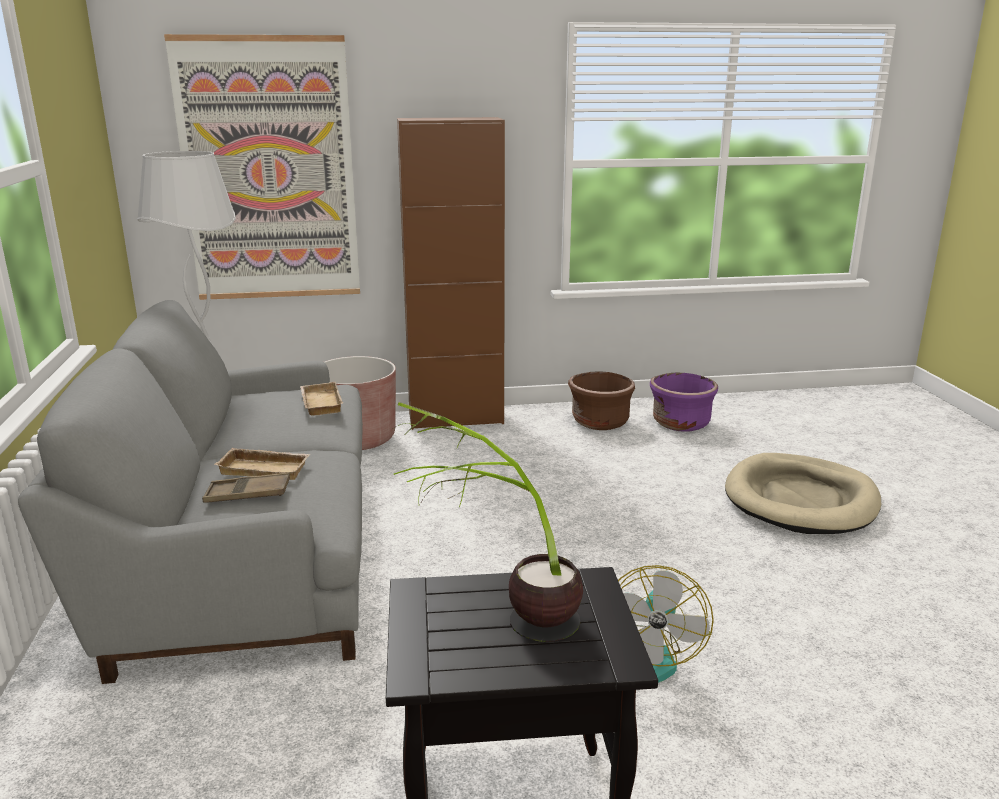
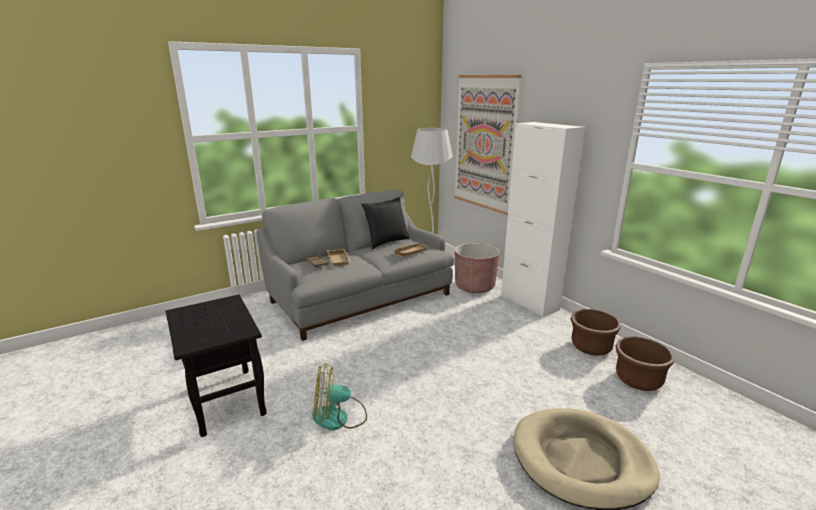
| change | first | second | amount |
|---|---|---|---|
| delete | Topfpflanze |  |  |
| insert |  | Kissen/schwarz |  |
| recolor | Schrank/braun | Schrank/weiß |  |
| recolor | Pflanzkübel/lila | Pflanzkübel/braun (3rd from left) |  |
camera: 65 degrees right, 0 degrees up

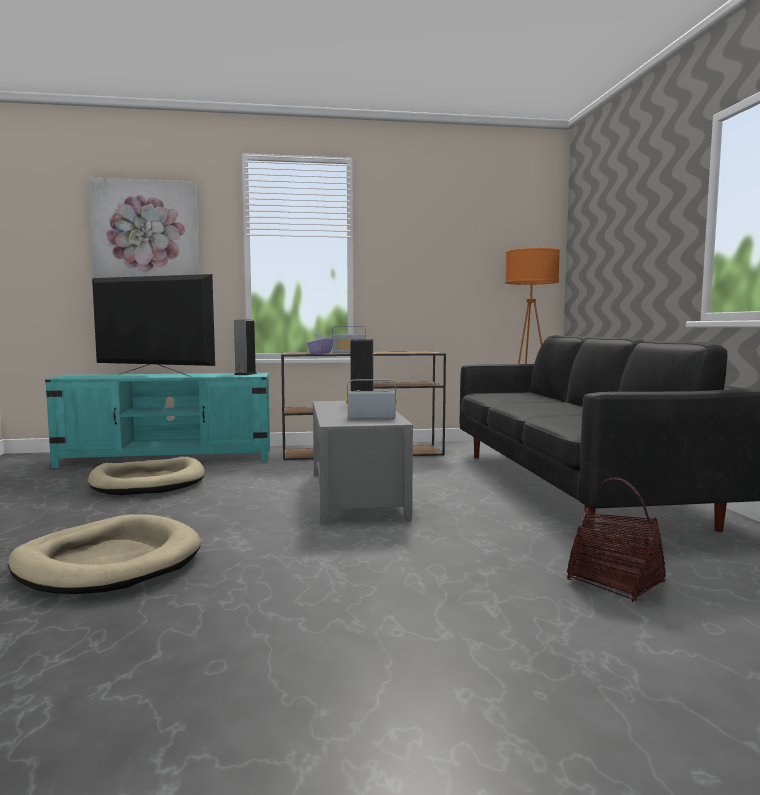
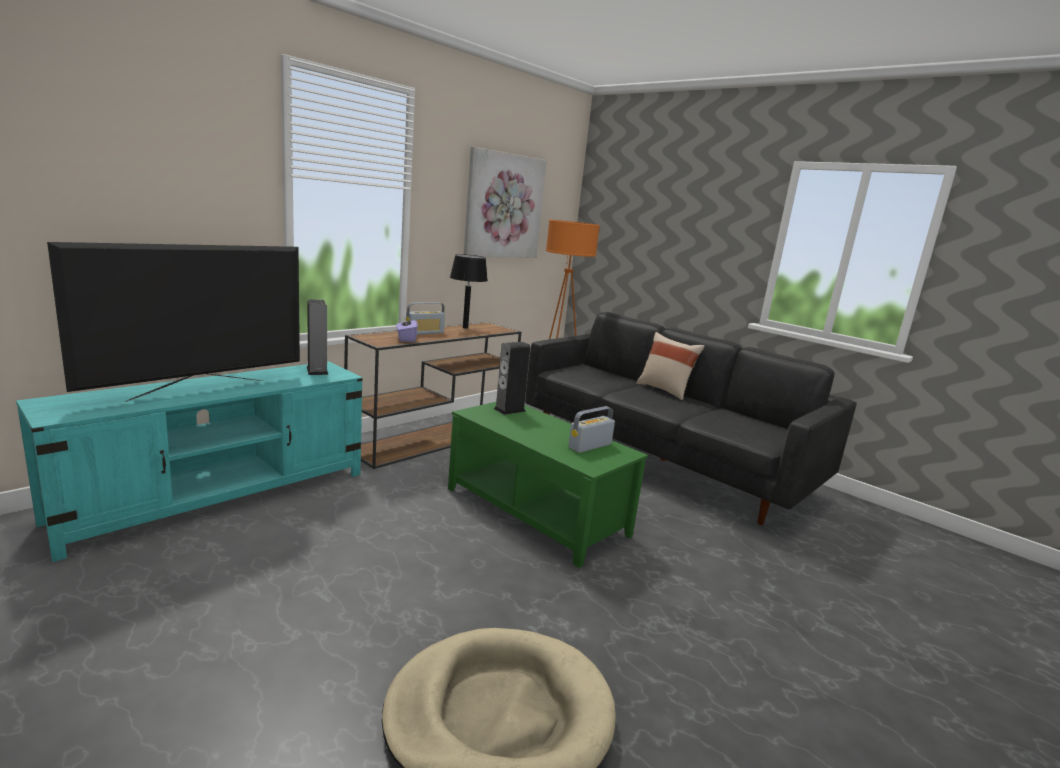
| change | first | second | amount |
|---|---|---|---|
| delete | Hundebett/beige (2nd from left) |  |  |
| delete | Korb |  |  |
| insert |  | Tischlampe/schwarz |  |
| insert |  | Kissen/beige |  |
| move | Bild |  |  |
| recolor | Couchtisch/grau | Couchtisch/grün |  |
| rotate | Fernseher |  | 150 degrees clockwise |
camera: 40 degrees left, 10 degrees up

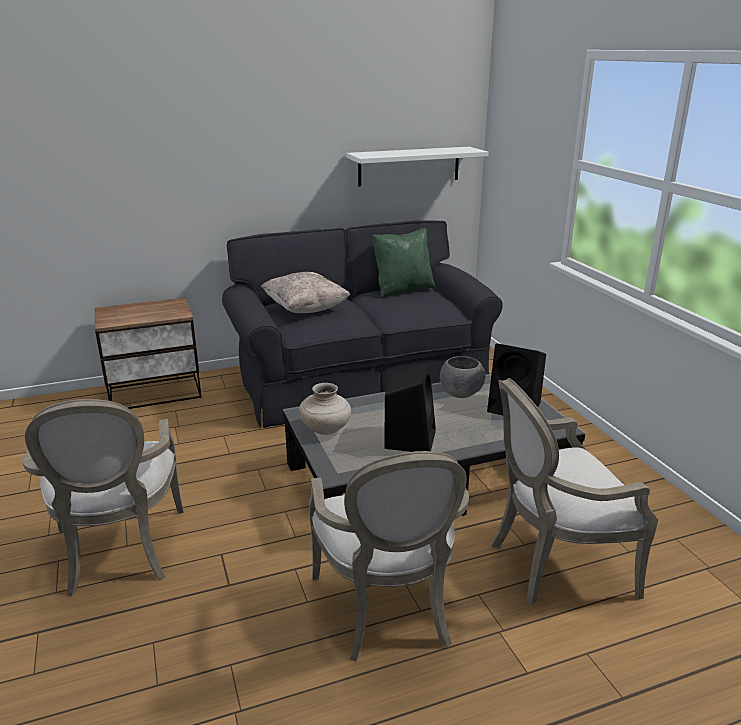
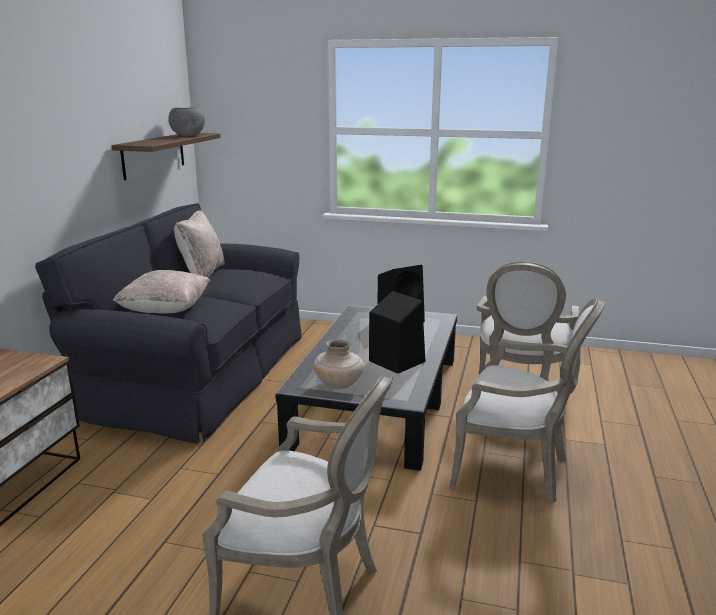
| change | first | second | amount |
|---|---|---|---|
| move | Schüssel/grau |  |  |
| recolor | Wandregal/weiß | Wandregal/braun |  |
| recolor | Kissen/grün | Kissen/beige (2nd from left) |  |
camera: 55 degrees left, 5 degrees down

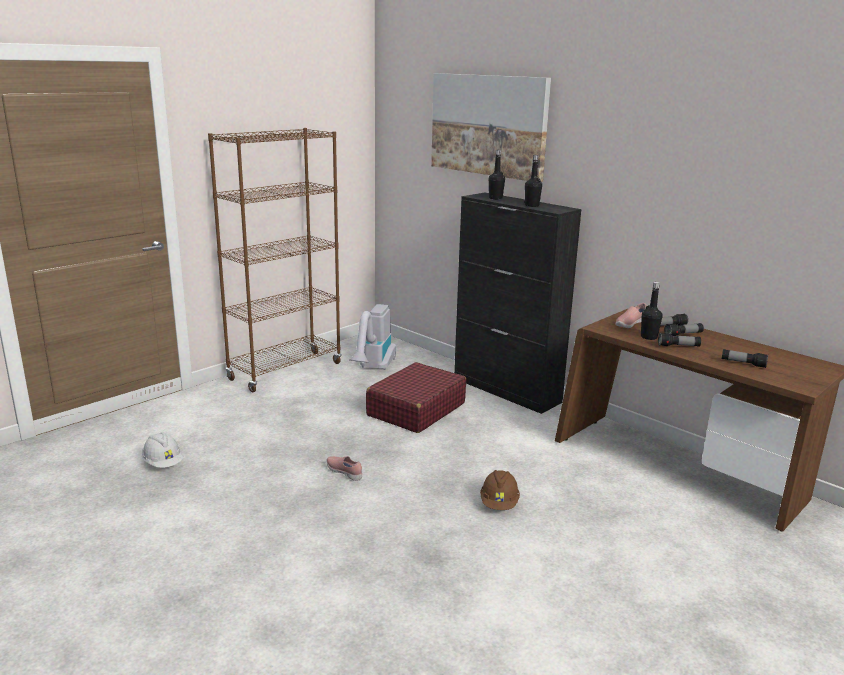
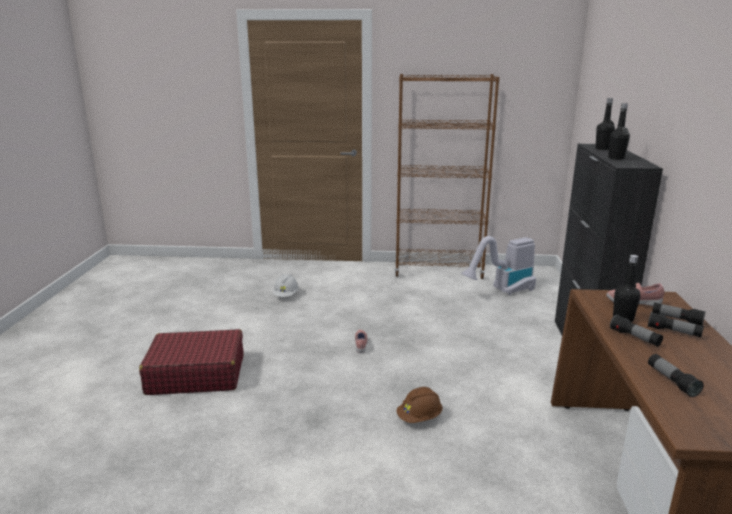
| change | first | second | amount |
|---|---|---|---|
| delete | Bild |  |  |
| move | Koffer/rot |  |  |
camera: 50 degrees right, 0 degrees up

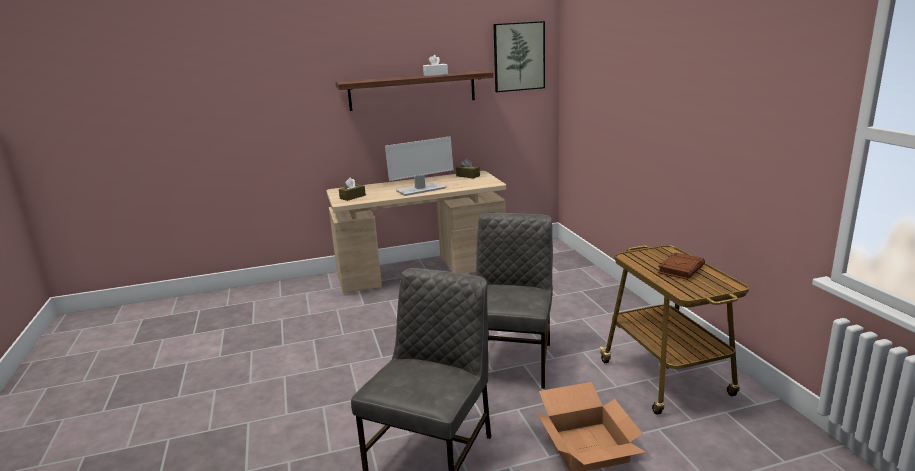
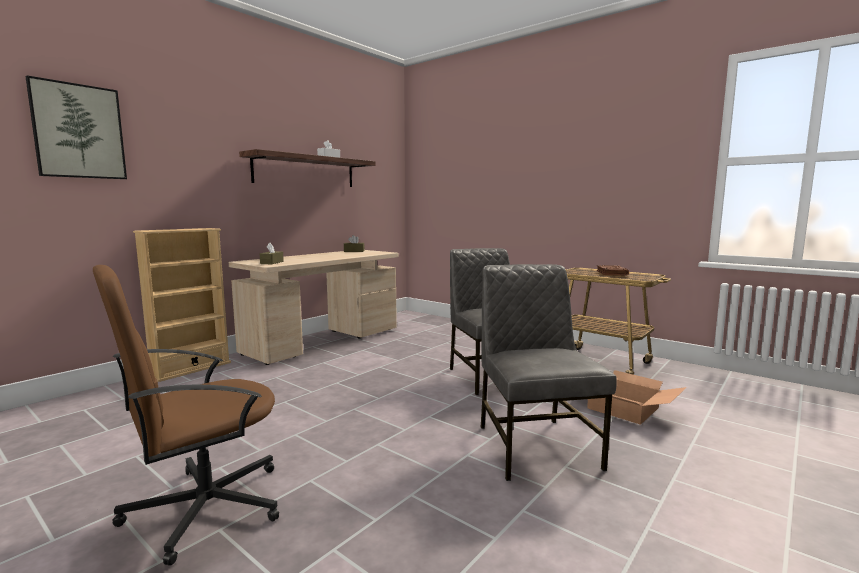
| change | first | second | amount |
|---|---|---|---|
| delete | Monitor |  |  |
| insert |  | Bürostuhl/braun |  |
| insert |  | Bücherregal/beige |  |
| move | Bild |  |  |
camera: 35 degrees left, 10 degrees down

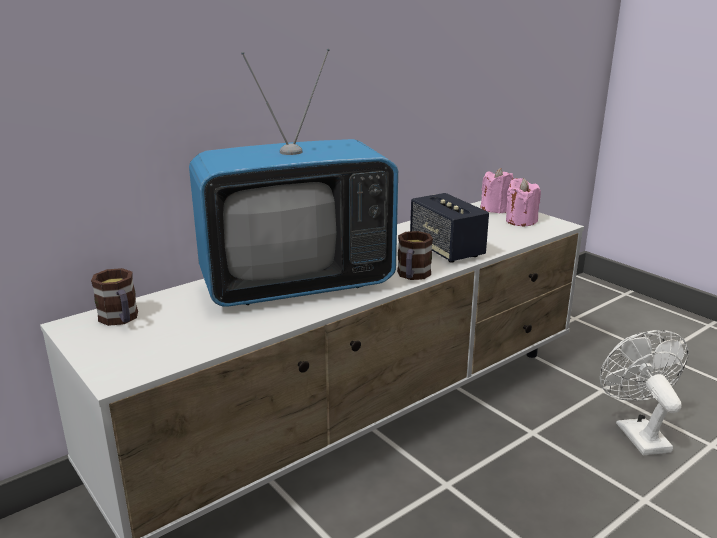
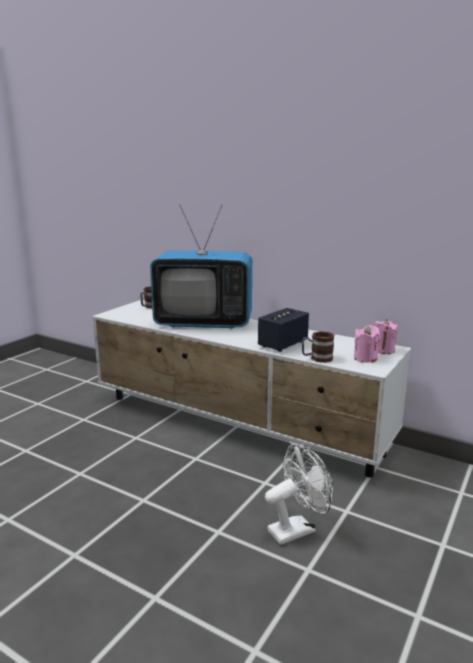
| change | first | second | amount |
|---|---|---|---|
| move | Henkelbecher (2nd from left) |  |  |
| rotate | Fernseher |  | 45 degrees counterclockwise |
camera: 70 degrees right, 5 degrees down

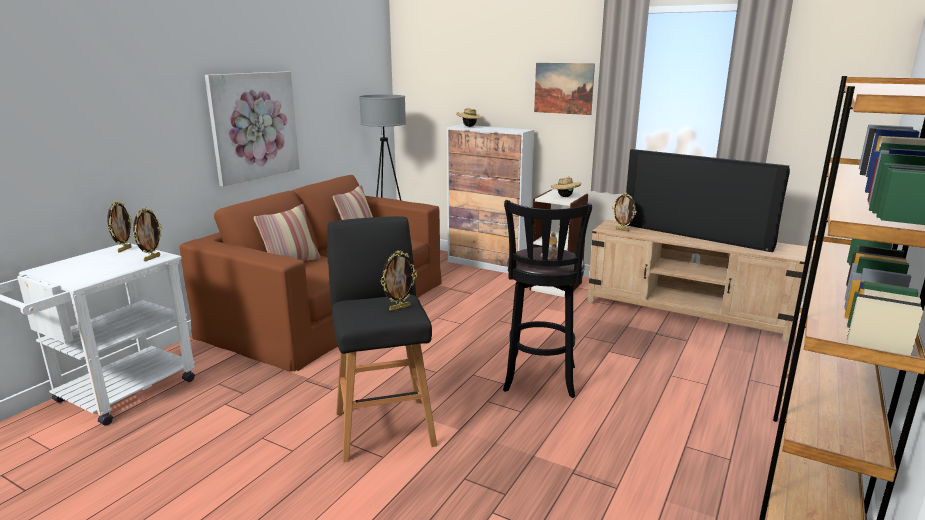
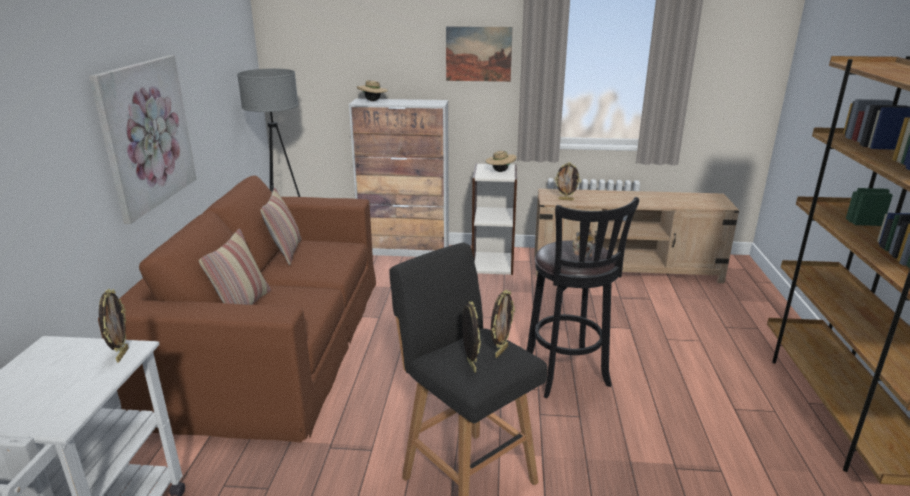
| change | first | second | amount |
|---|---|---|---|
| delete | Fernseher |  |  |
| move | Bilderrahmen (1st from left in the first image) | Bilderrahmen (2nd from left) |  |
camera: 25 degrees left, 5 degrees up

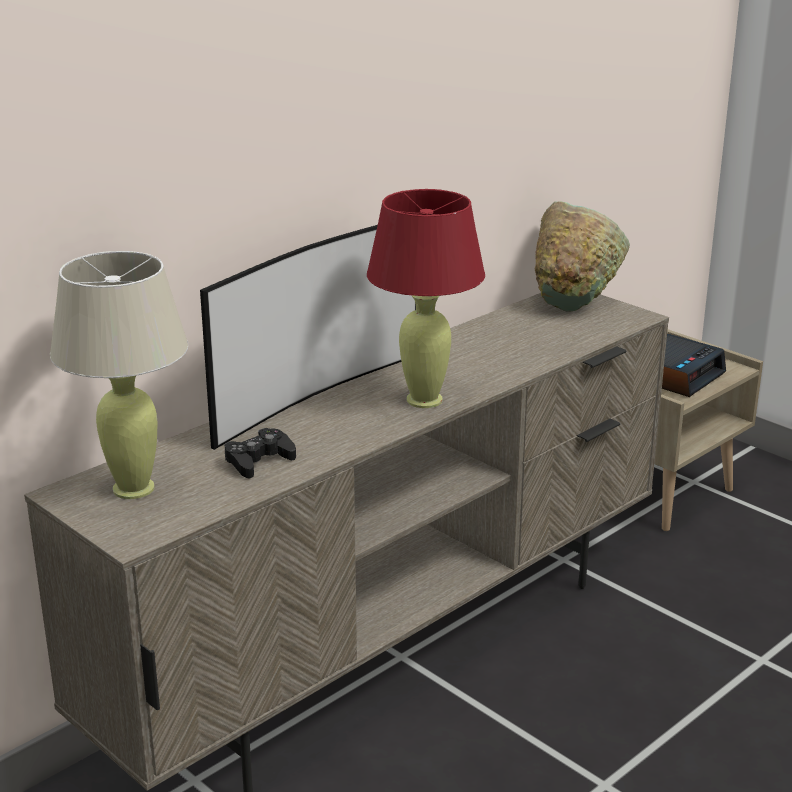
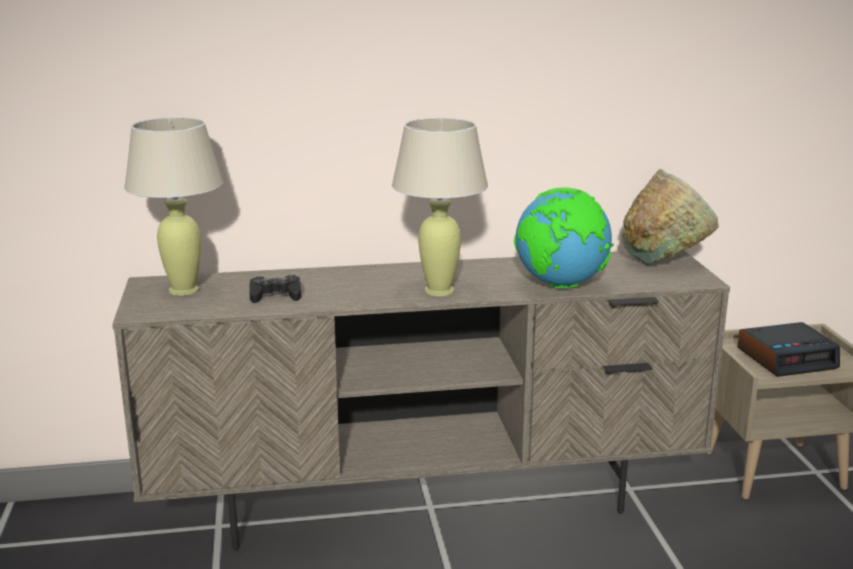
| change | first | second | amount |
|---|---|---|---|
| delete | Fernseher |  |  |
| insert |  | Globus |  |
| recolor | Tischlampe/rot | Tischlampe/beige (2nd from left) |  |
camera: 35 degrees right, 5 degrees down

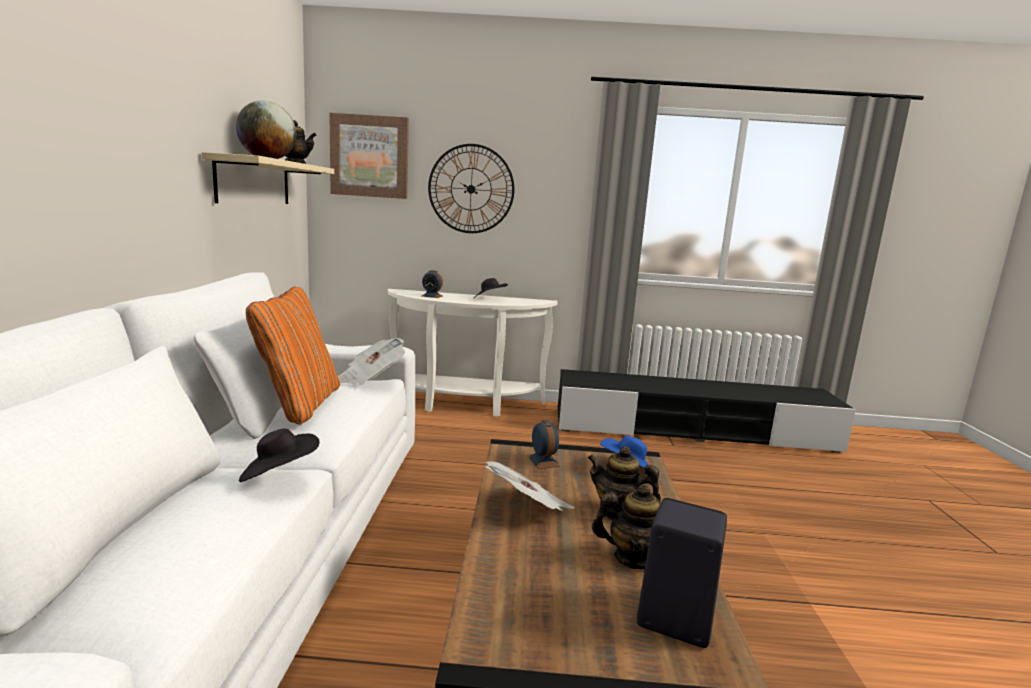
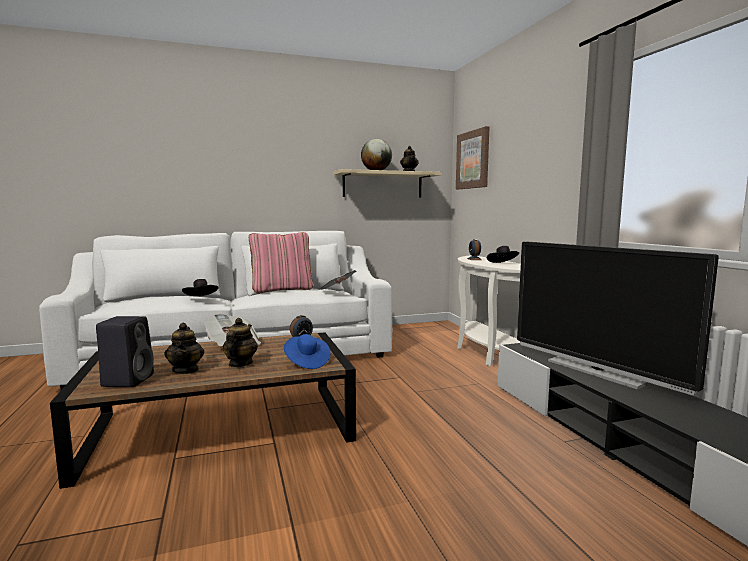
| change | first | second | amount |
|---|---|---|---|
| delete | Wanduhr |  |  |
| insert |  | Fernseher |  |
| recolor | Kissen/orange | Kissen/rosa |  |
camera: 70 degrees right, 5 degrees down

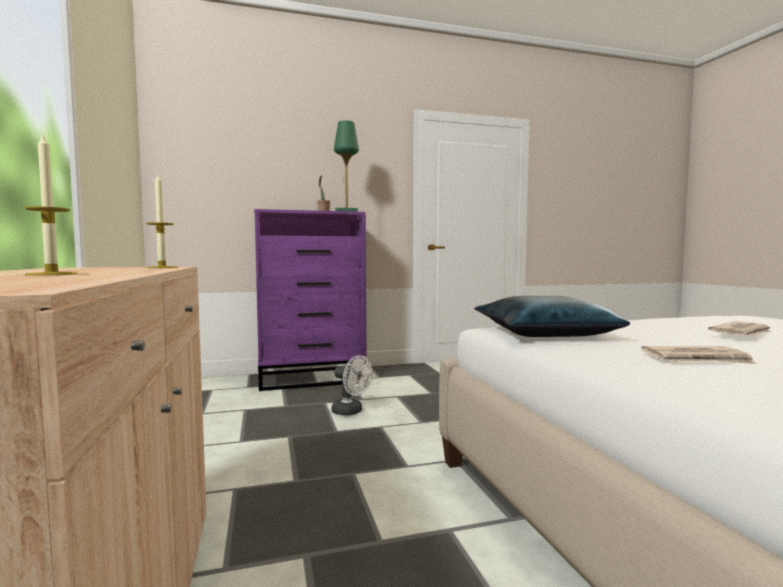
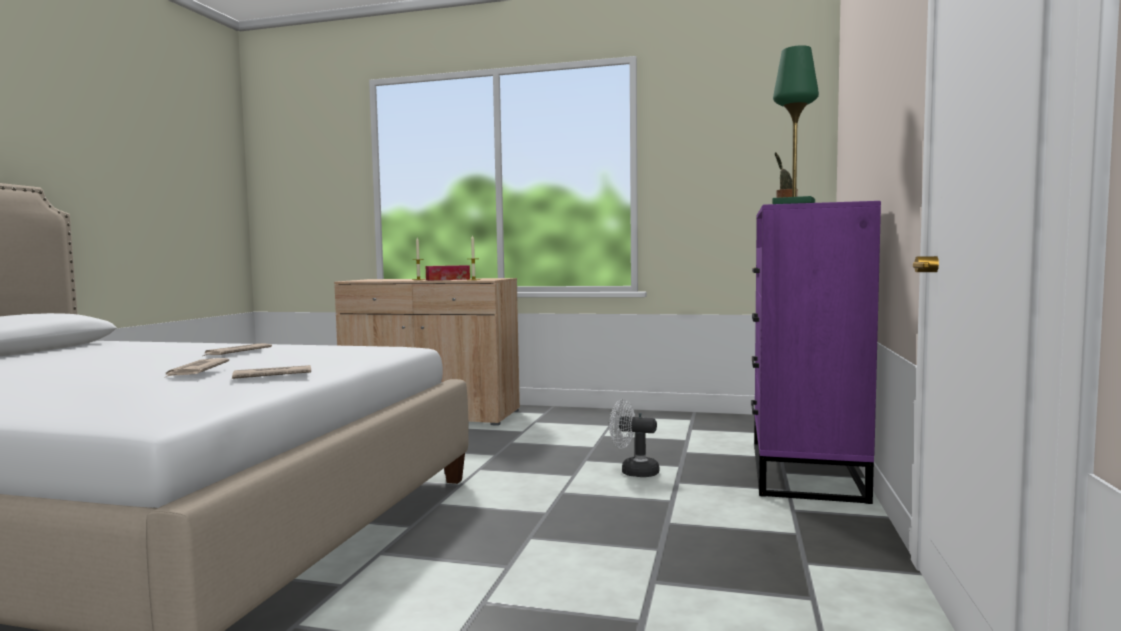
| change | first | second | amount |
|---|---|---|---|
| delete | Kissen/blau |  |  |
| insert |  | Zeitung (3rd from left) |  |
| insert |  | Taschentuchbox |  |
| rotate | Ventilator/weiß |  | 45 degrees clockwise |
camera: 120 degrees right, 0 degrees up

